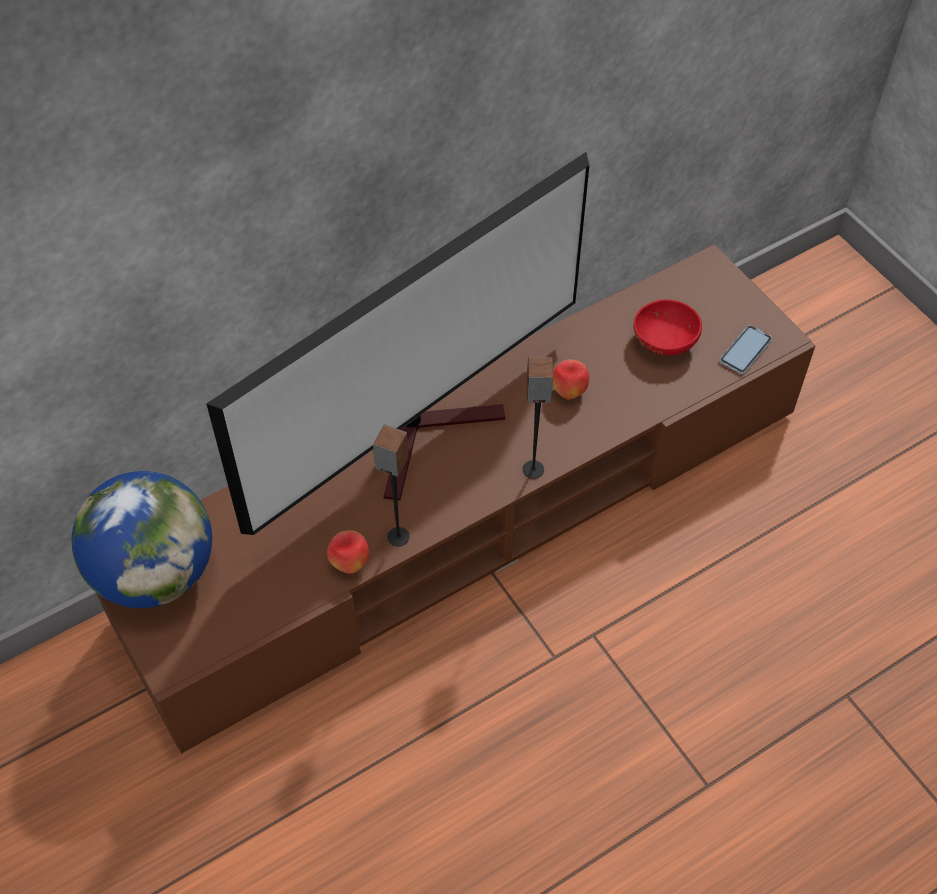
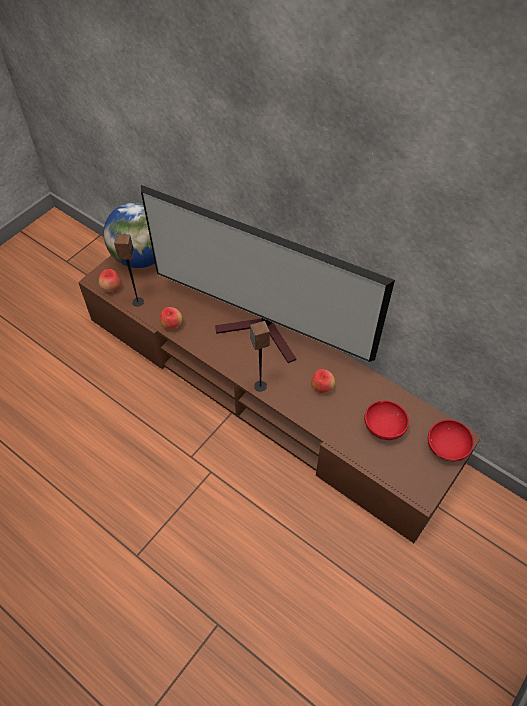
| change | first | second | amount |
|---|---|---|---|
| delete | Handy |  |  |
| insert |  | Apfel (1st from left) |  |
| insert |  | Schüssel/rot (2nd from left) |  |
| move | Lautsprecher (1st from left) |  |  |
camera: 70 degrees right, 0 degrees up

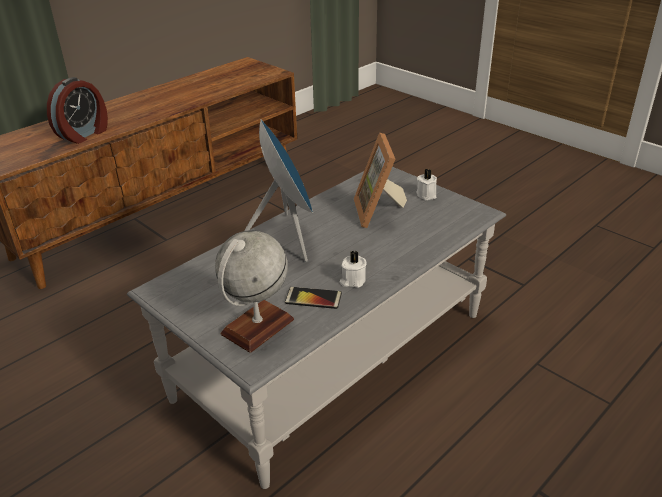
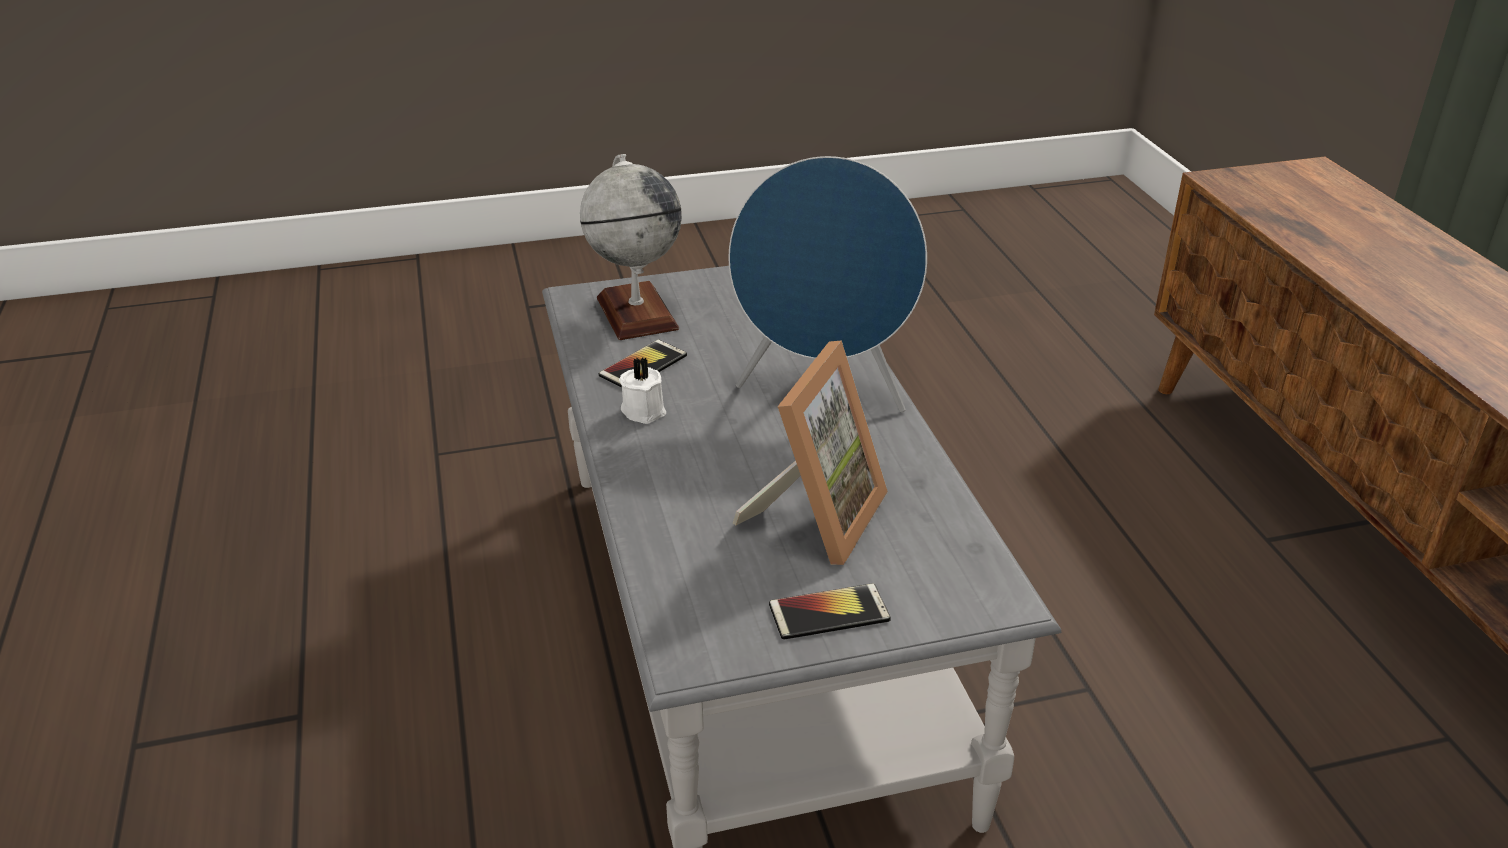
| change | first | second | amount |
|---|---|---|---|
| delete | Wecker |  |  |
| replace | Kerze/weiß (2nd from left) | Handy (2nd from left) |  |
| rotate | Bilderrahmen |  | 90 degrees clockwise |
camera: 120 degrees right, 0 degrees up

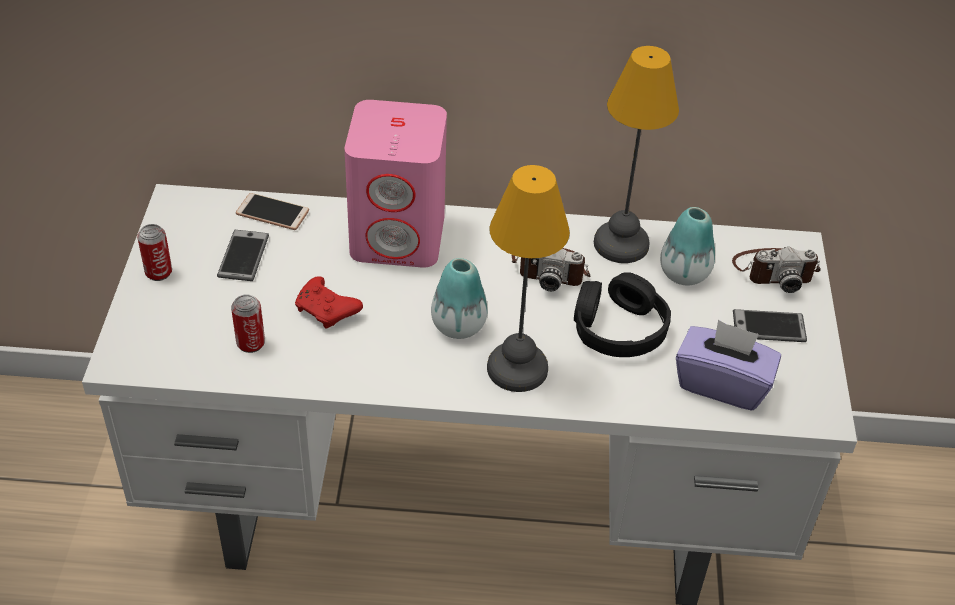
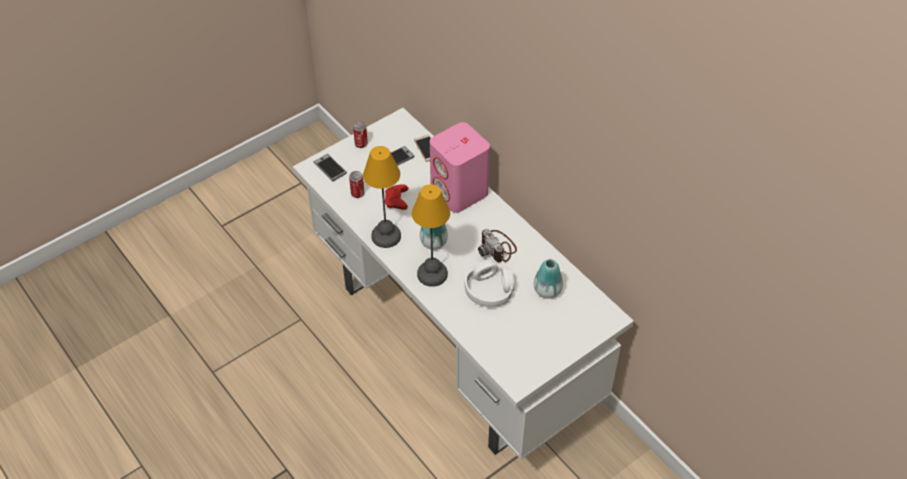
| change | first | second | amount |
|---|---|---|---|
| delete | Taschentuchbox/lila |  |  |
| delete | Kamera (2nd from left) |  |  |
| move | Tischlampe (2nd from left in the first image) | Tischlampe (1st from left) |  |
| move | Handy (3rd from left in the first image) | Handy (1st from left) |  |
| recolor | Kopfhörer/schwarz | Kopfhörer/weiß |  |
camera: 50 degrees right, 5 degrees up

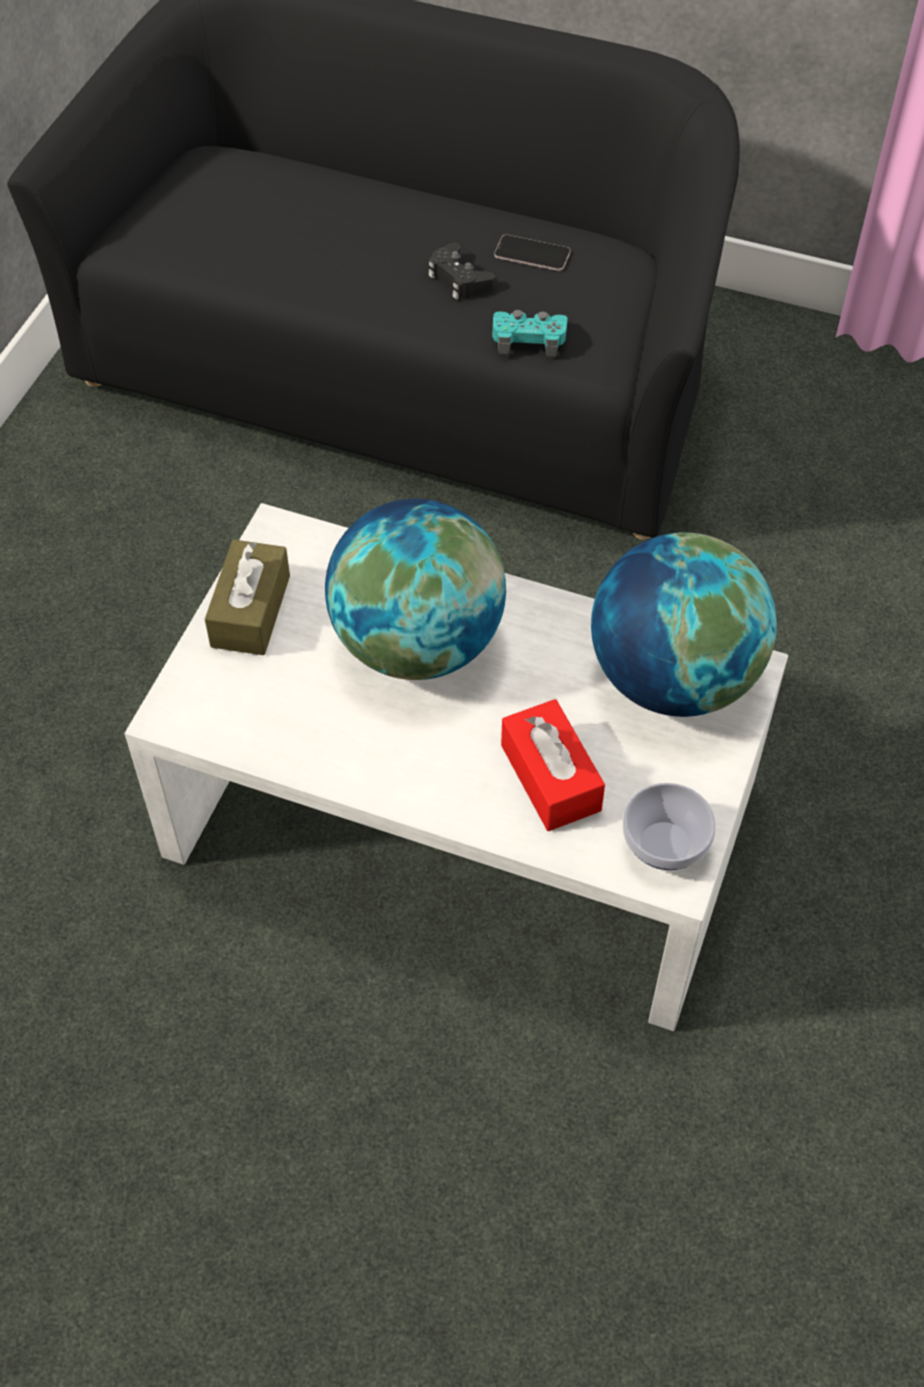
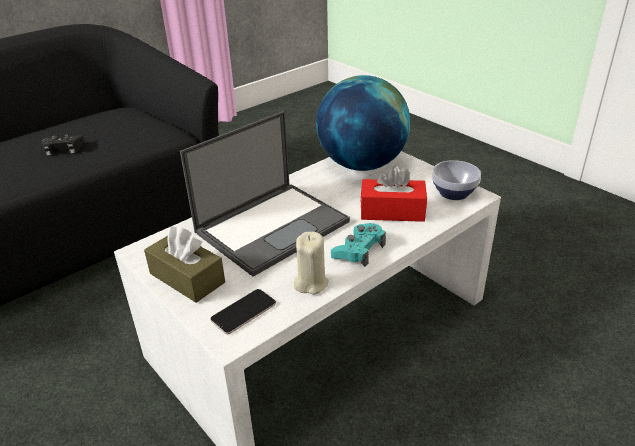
| change | first | second | amount |
|---|---|---|---|
| insert |  | Kerze/beige |  |
| move | Gamepad/türkis |  |  |
| move | Handy |  |  |
| replace | Globus (1st from left) | Laptop |  |
camera: 60 degrees left, 20 degrees down

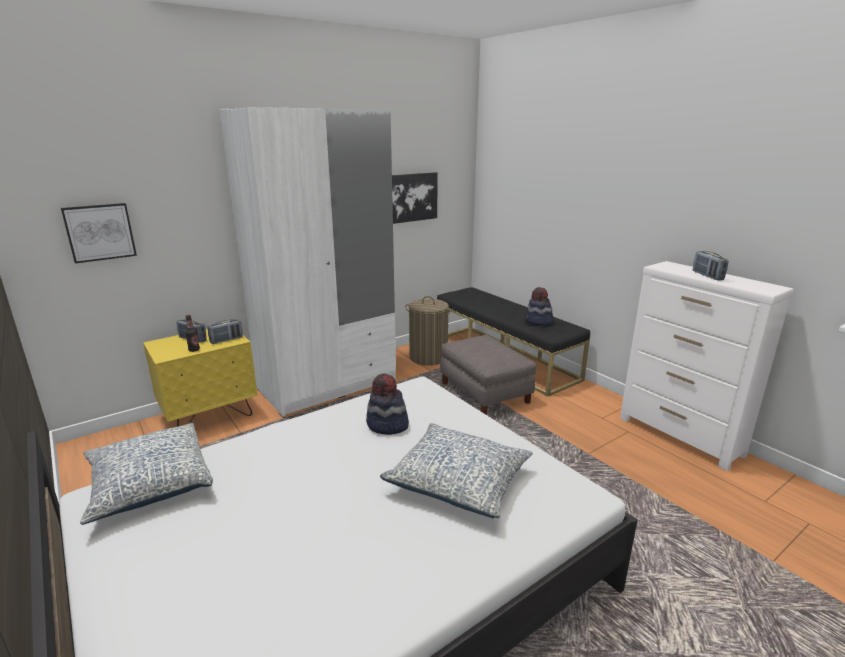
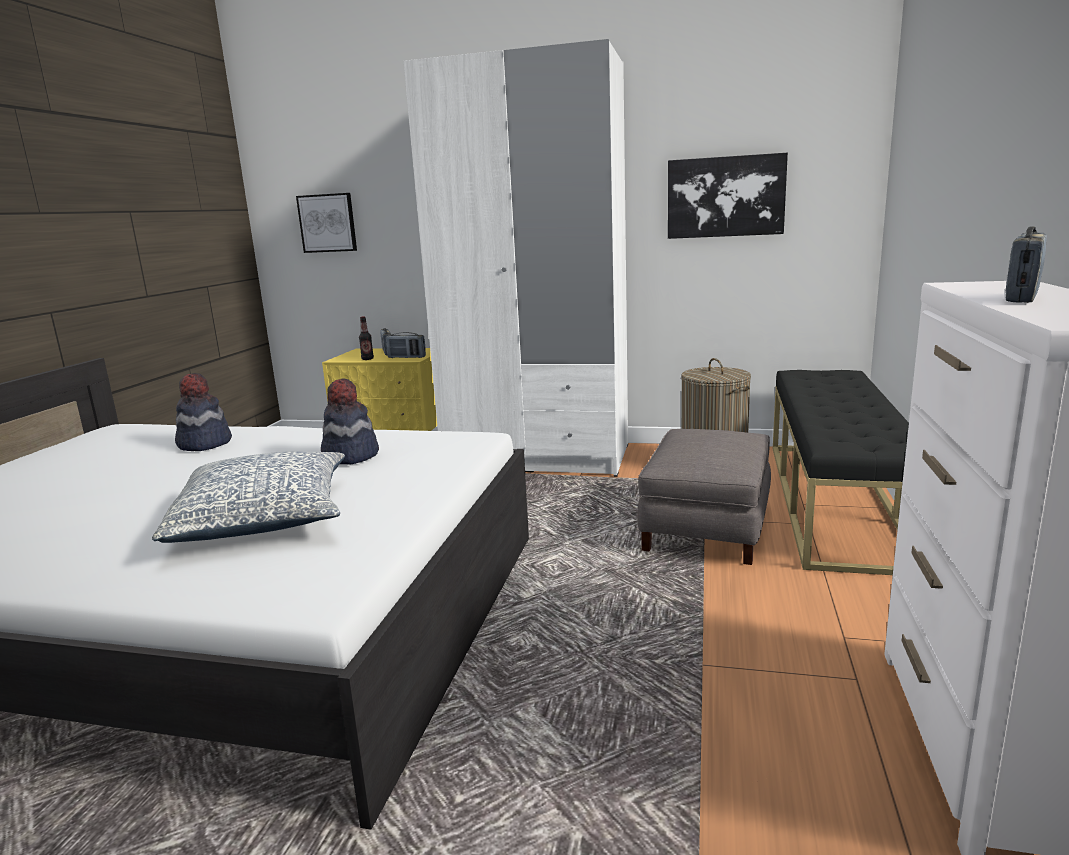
| change | first | second | amount |
|---|---|---|---|
| delete | Kissen (1st from left) |  |  |
| move | Hut (2nd from left in the first image) | Hut (1st from left) |  |
camera: 50 degrees right, 5 degrees down

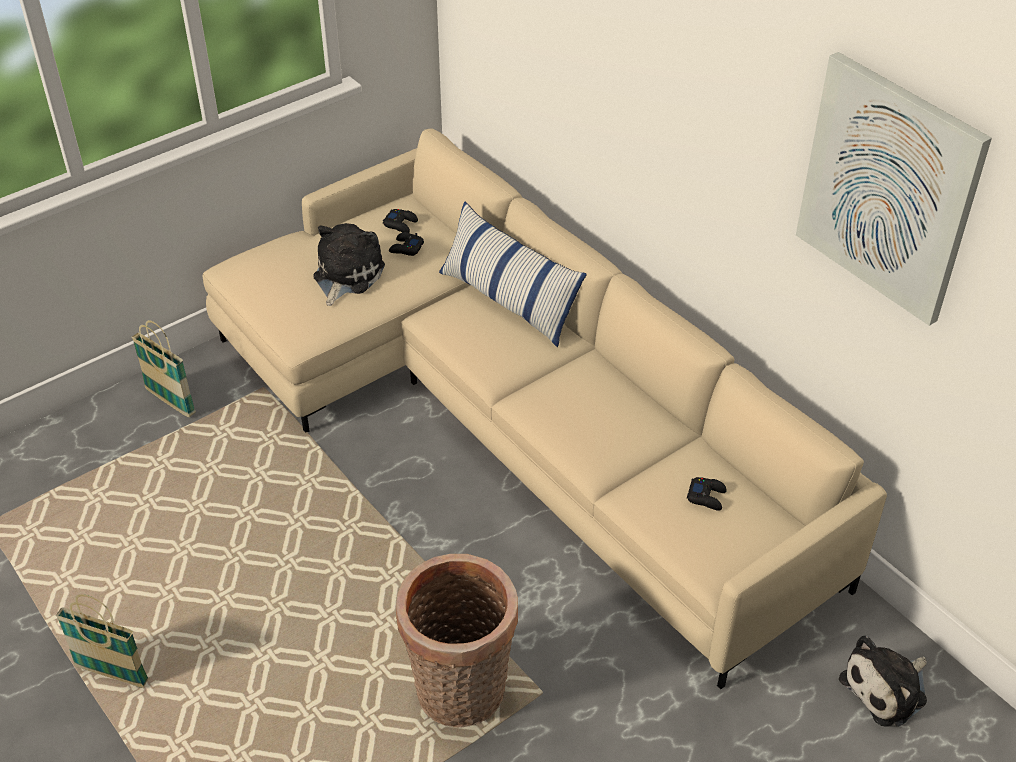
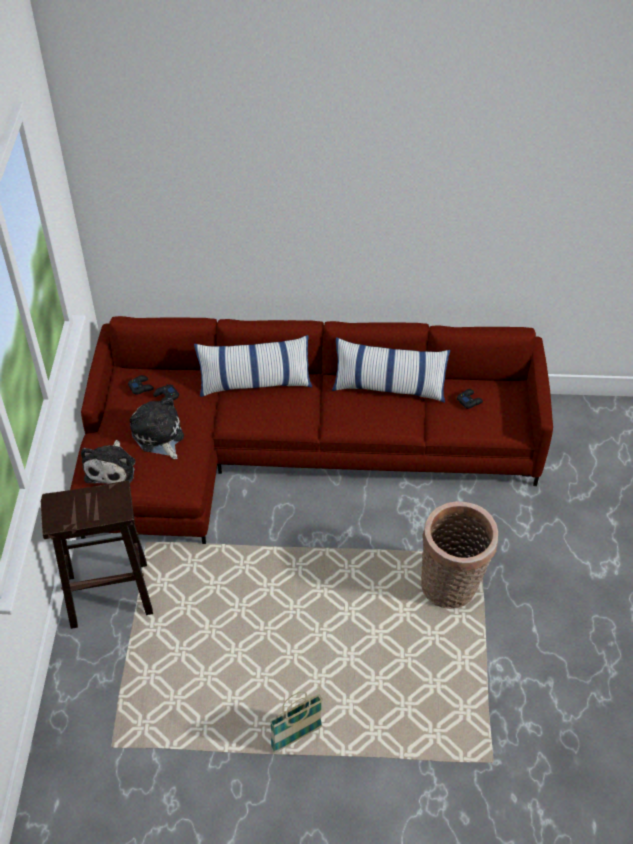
| change | first | second | amount |
|---|---|---|---|
| delete | Bild |  |  |
| insert |  | Kissen (2nd from left) |  |
| move | Plüschtier (2nd from left in the first image) | Plüschtier (1st from left) |  |
| replace | Korb (2nd from left) | Hocker/braun |  |
| recolor | Sofa/beige | Sofa/rot |  |
camera: 50 degrees left, 5 degrees up

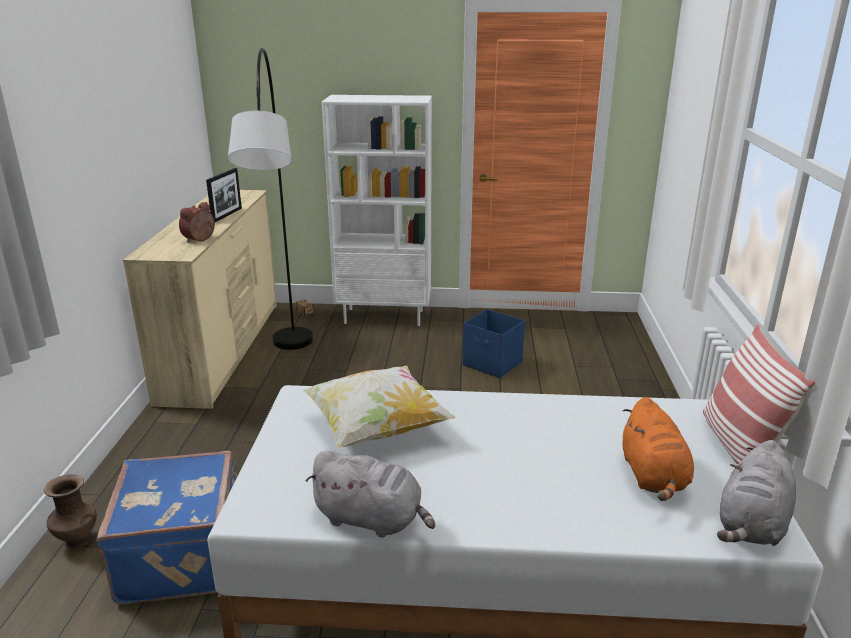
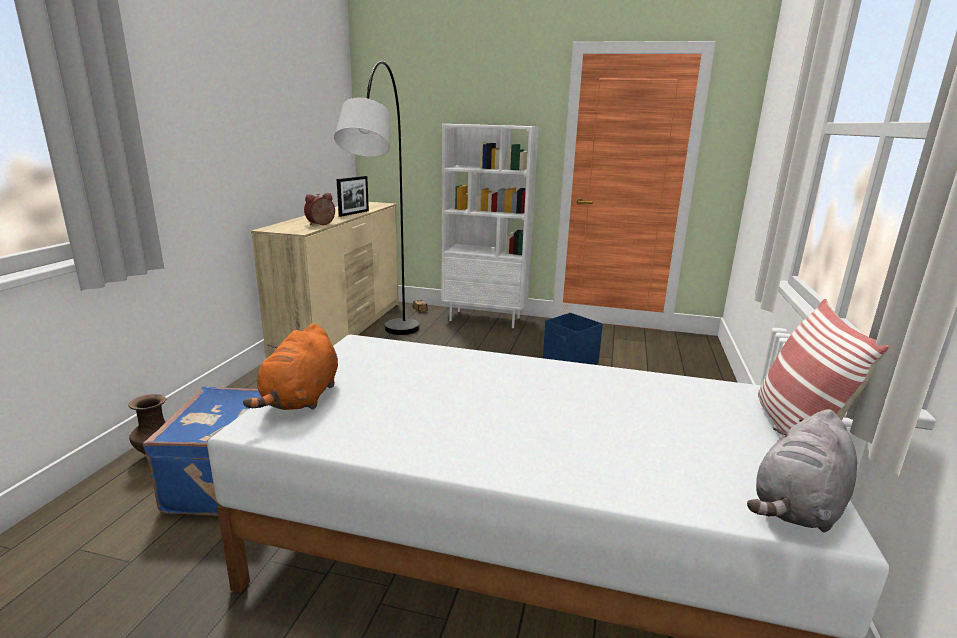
| change | first | second | amount |
|---|---|---|---|
| delete | Kissen (1st from left) |  |  |
| delete | Plüschtier/grau (1st from left) |  |  |
| move | Plüschtier/orange |  |  |
camera: 10 degrees right, 5 degrees down

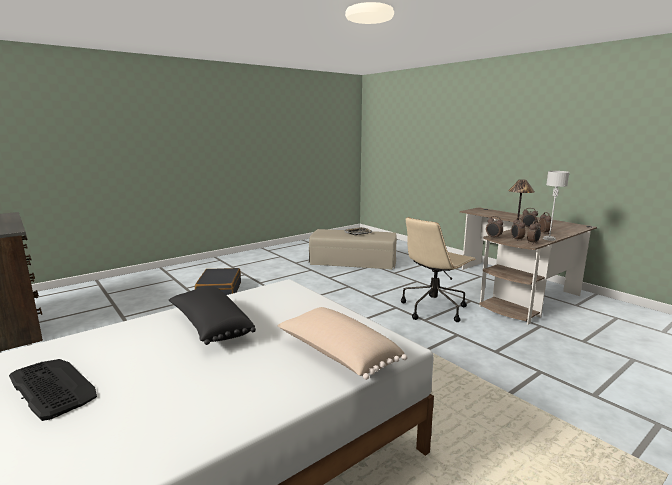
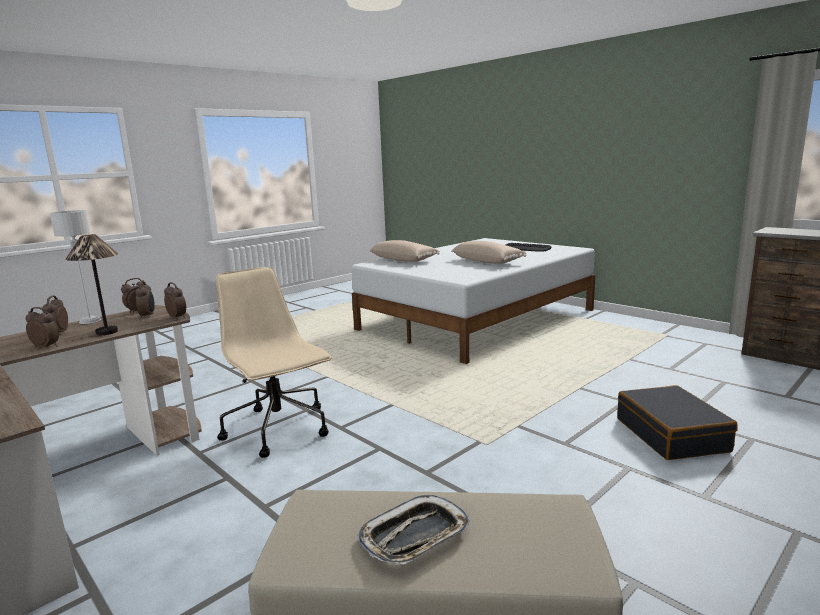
| change | first | second | amount |
|---|---|---|---|
| recolor | Kissen/schwarz | Kissen/beige (2nd from left) |  |
| rotate | Bürostuhl/beige |  | 75 degrees counterclockwise |
camera: 175 degrees right, 0 degrees up

